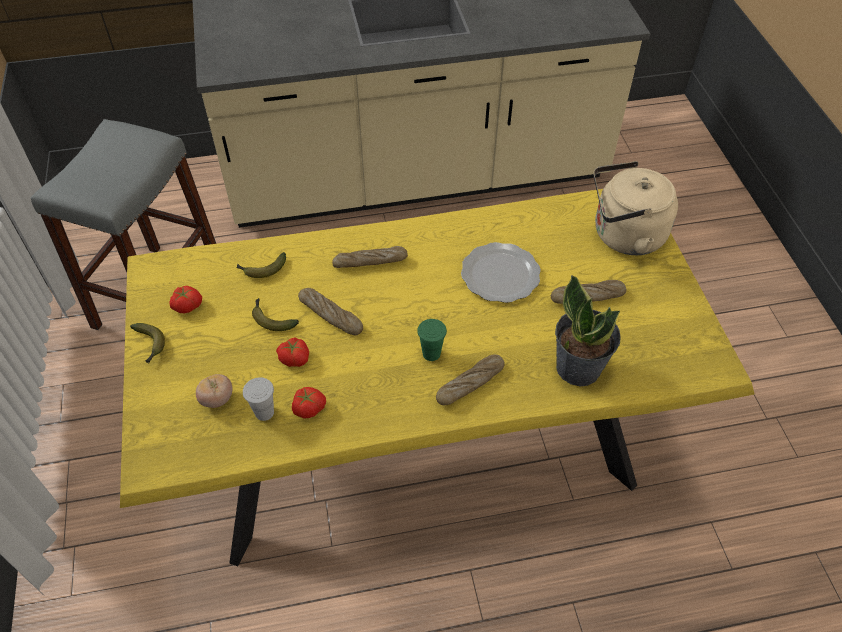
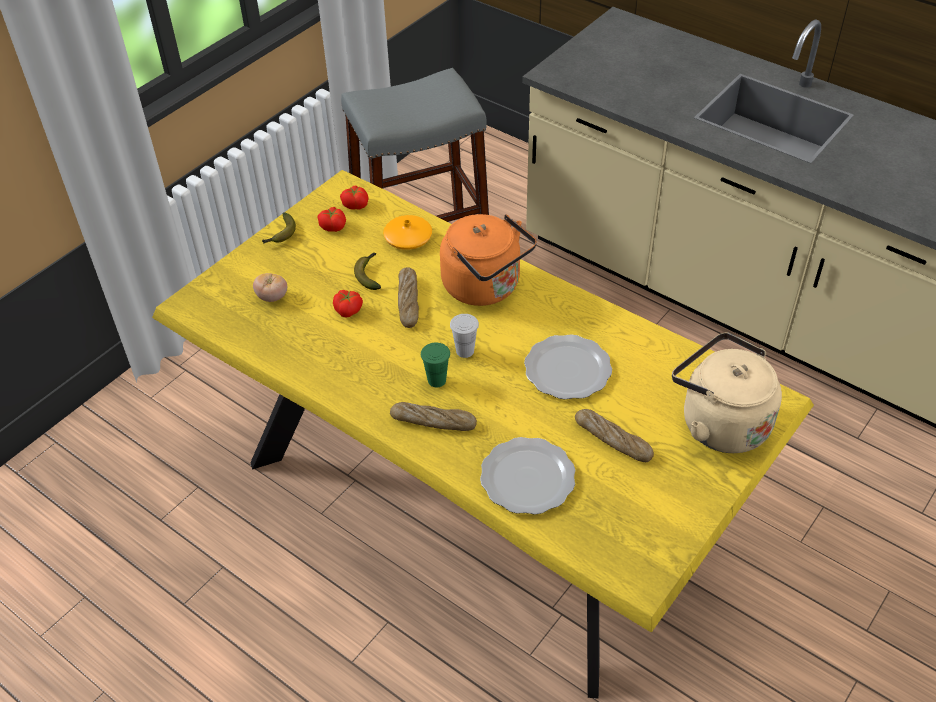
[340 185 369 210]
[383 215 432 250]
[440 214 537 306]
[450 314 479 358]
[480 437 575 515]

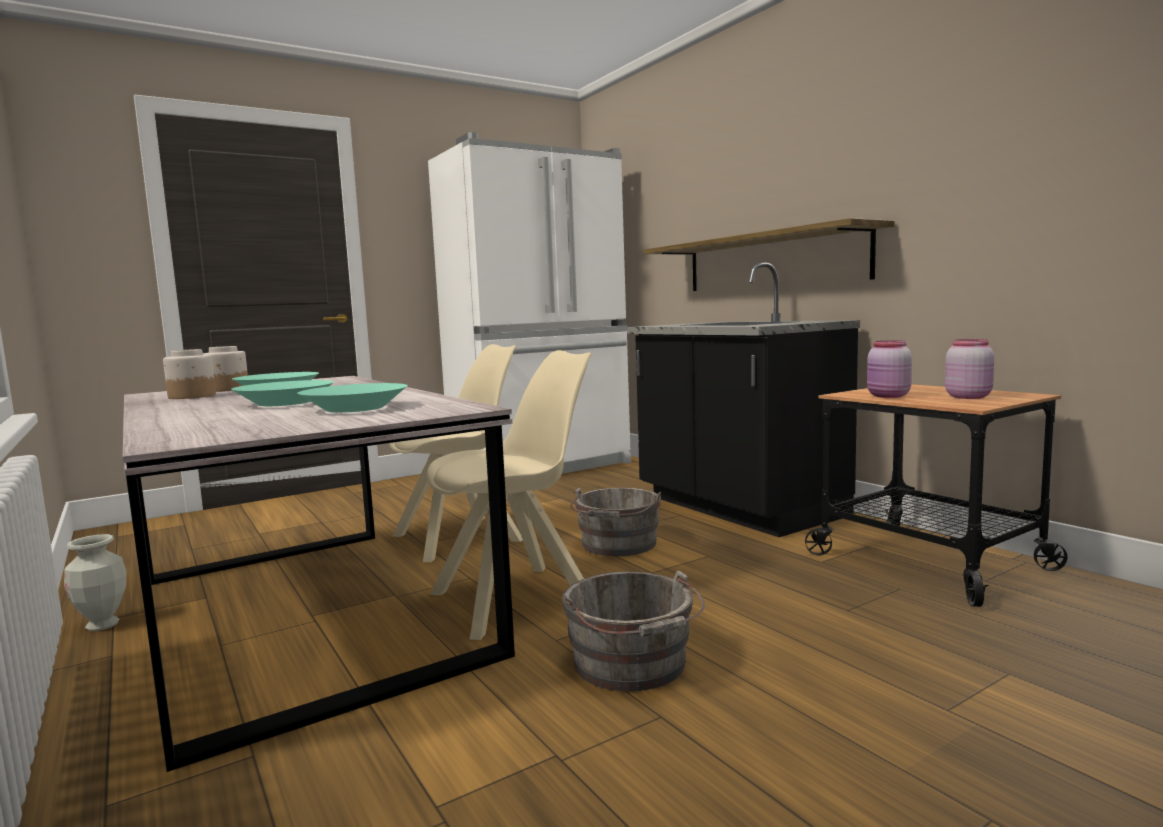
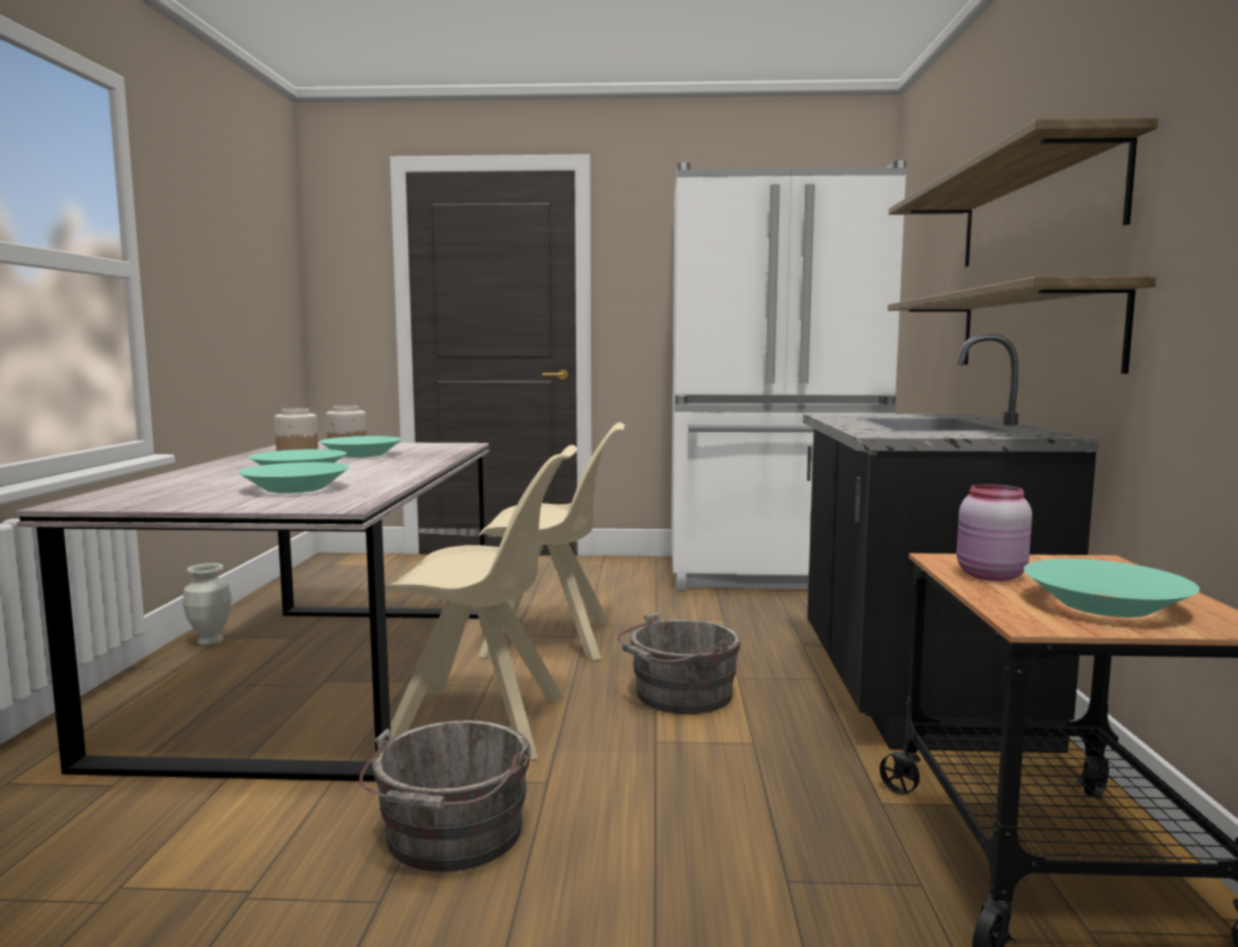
[889 118 1158 267]
[1024 559 1200 617]

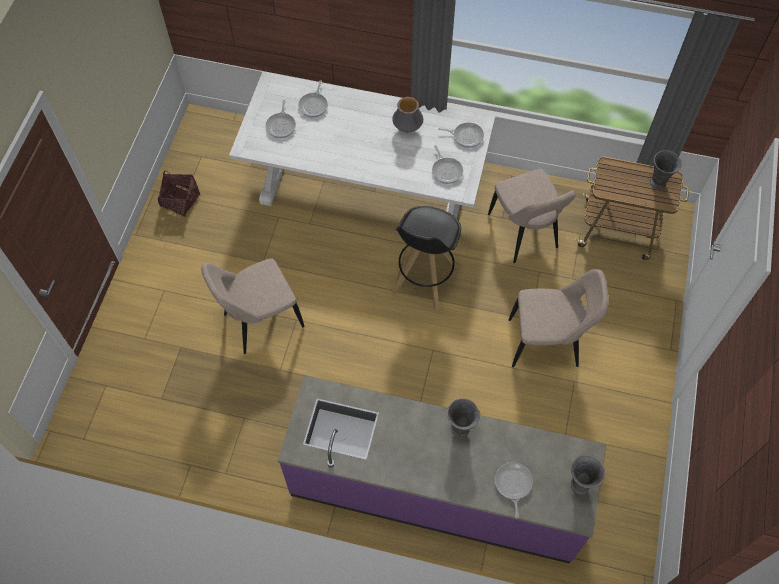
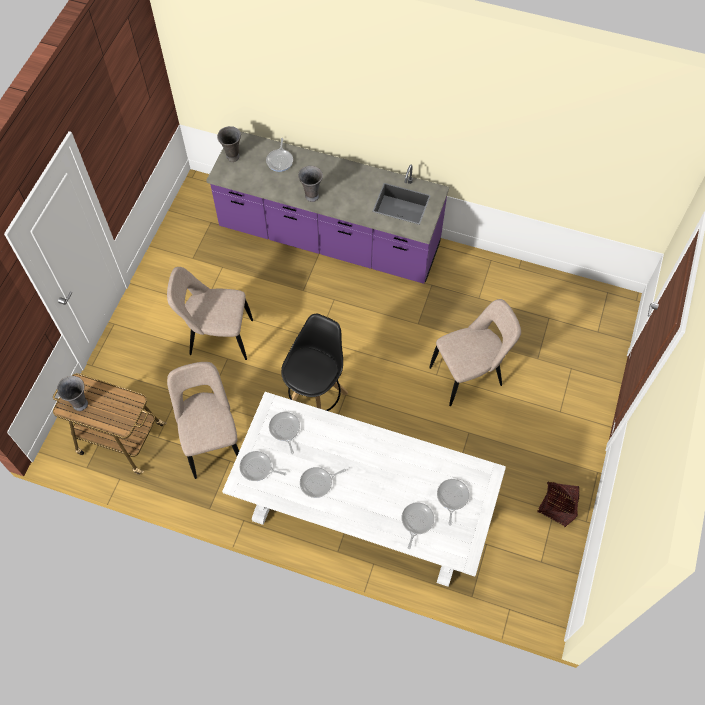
[300 467 346 498]

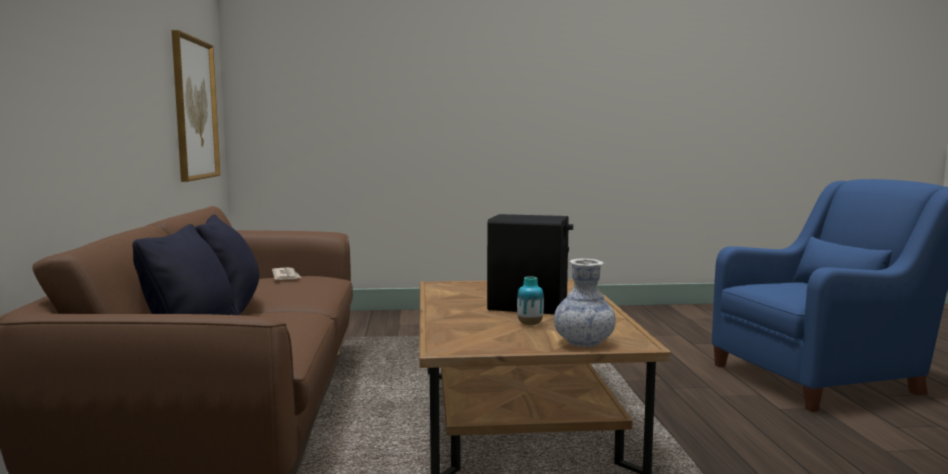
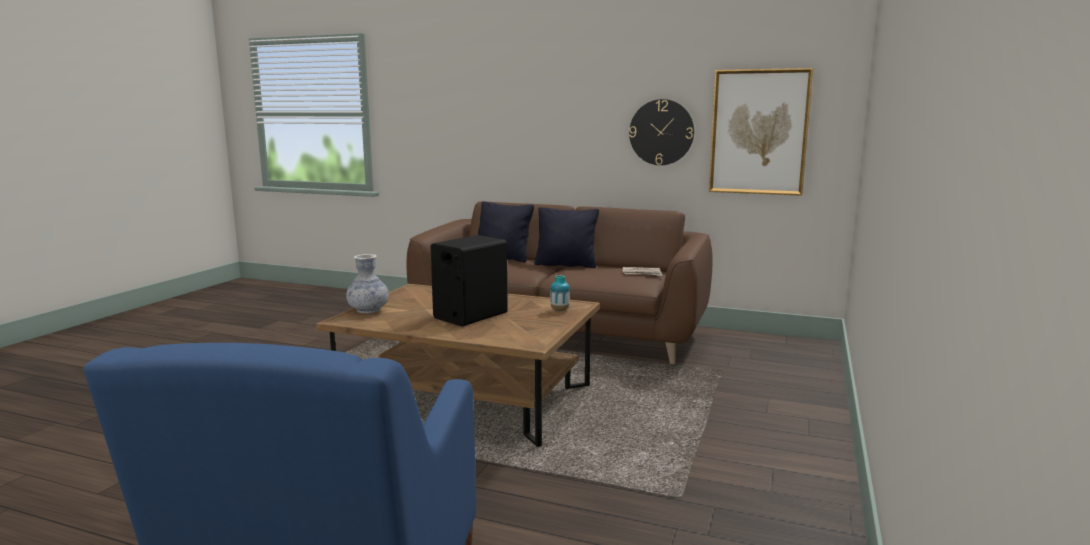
[550 275 570 311]
[629 99 694 165]

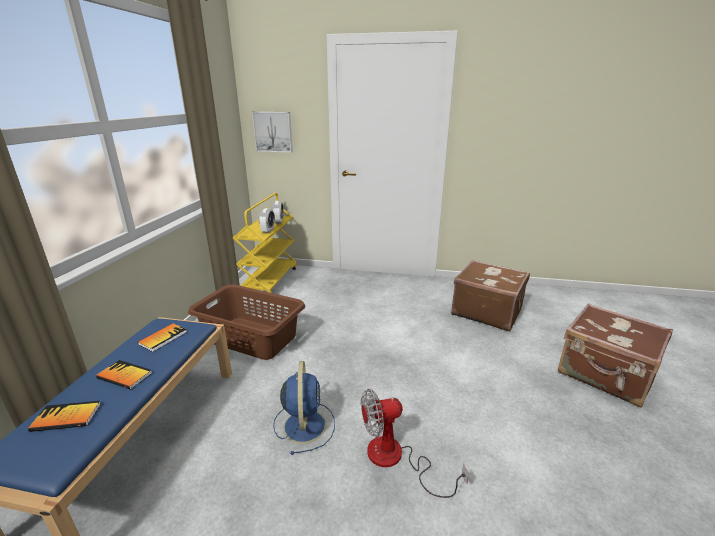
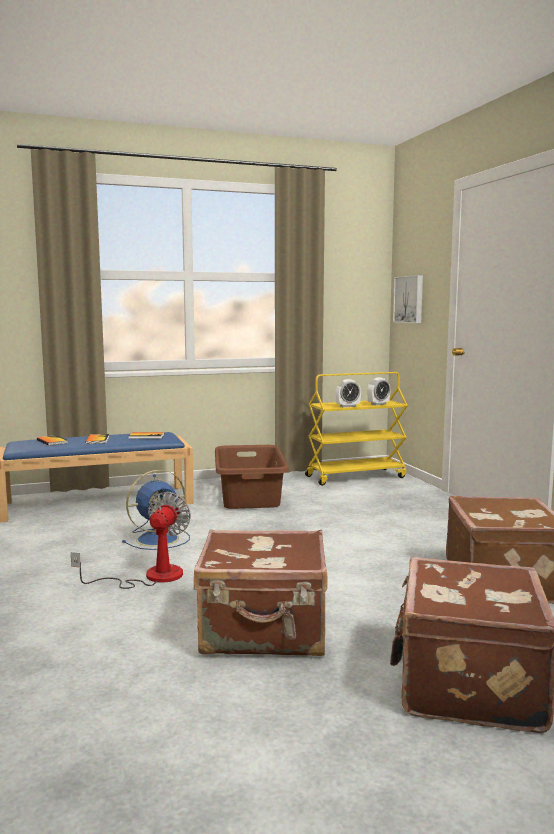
[71 492 191 589]
[194 529 328 656]

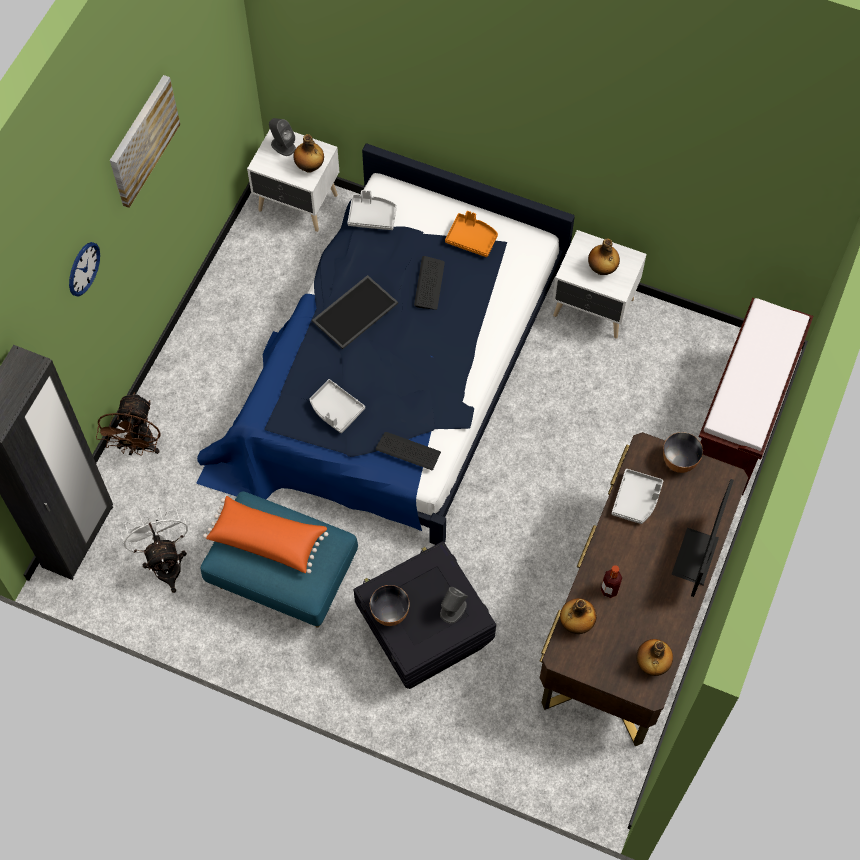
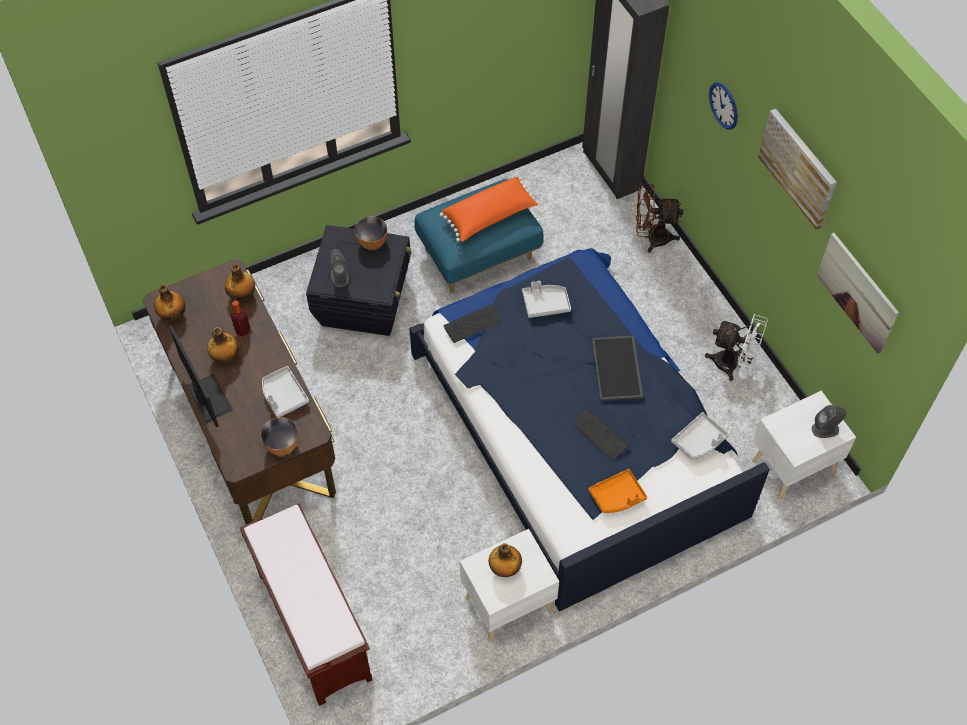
[207 327 239 363]
[636 184 684 253]
[705 314 768 381]
[817 233 899 354]

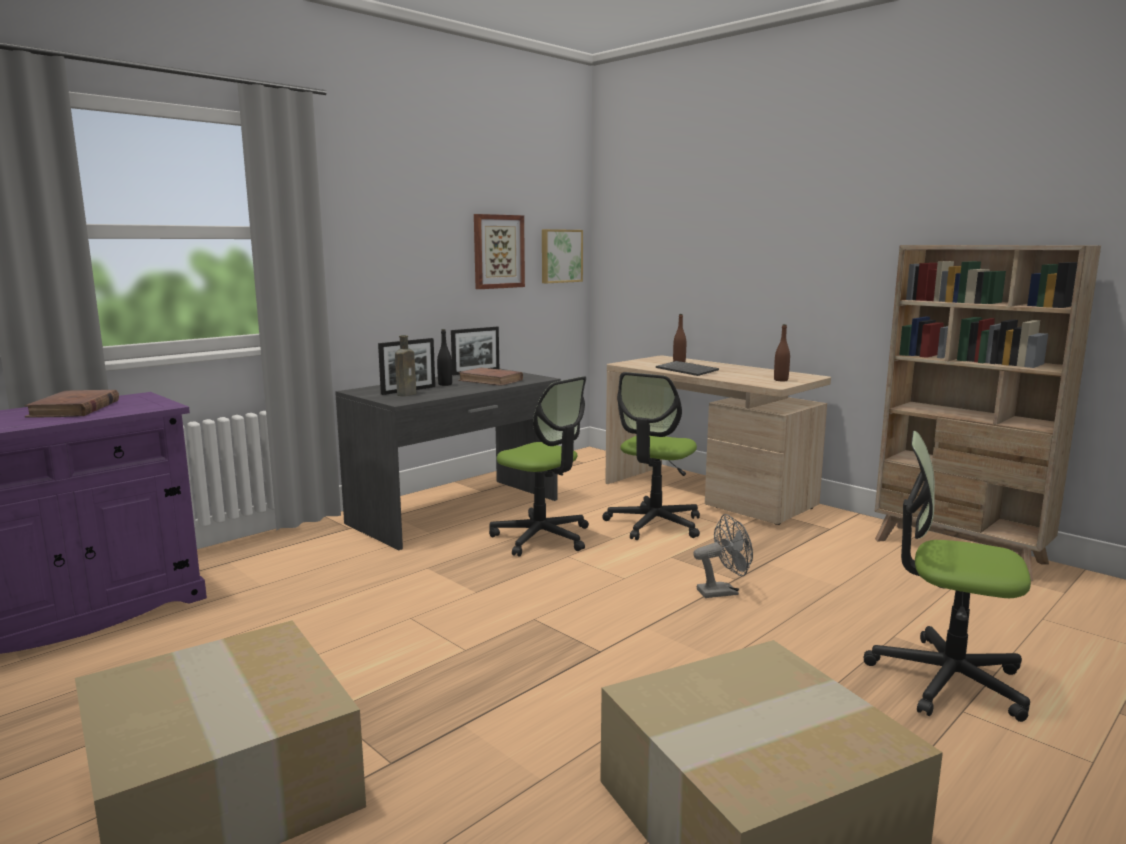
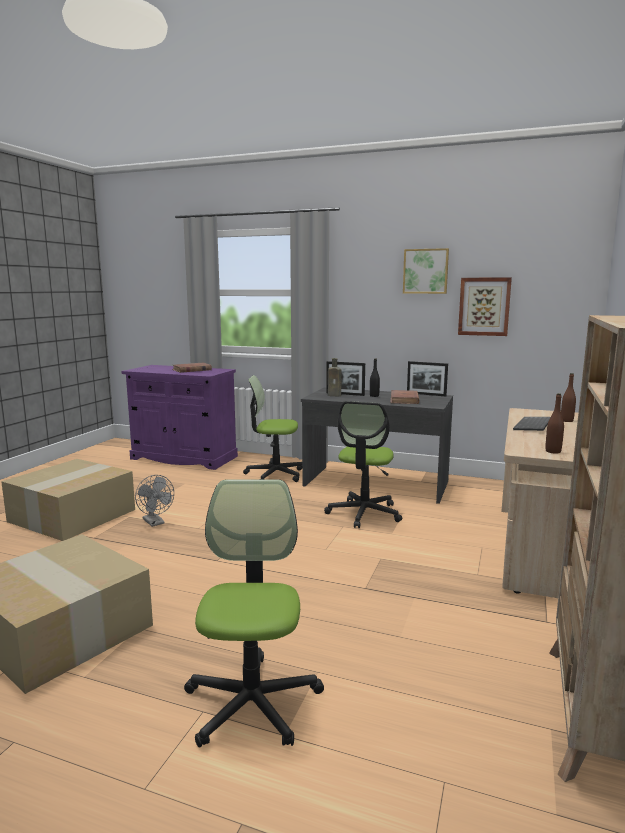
[135 475 174 527]
[243 375 302 482]
[403 248 449 294]

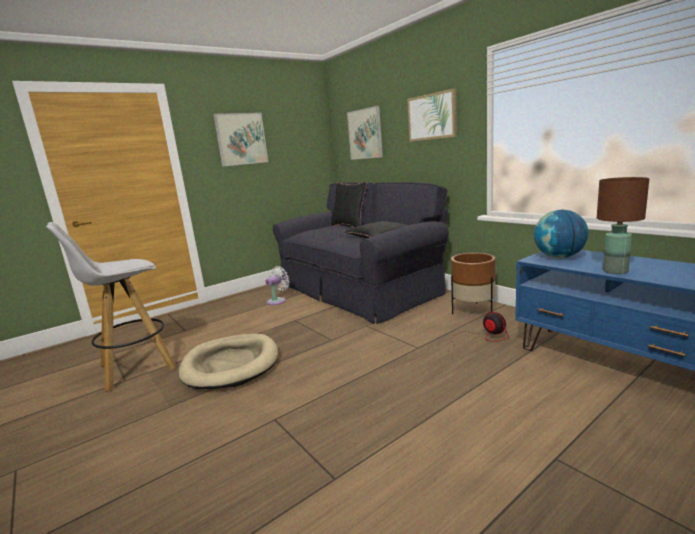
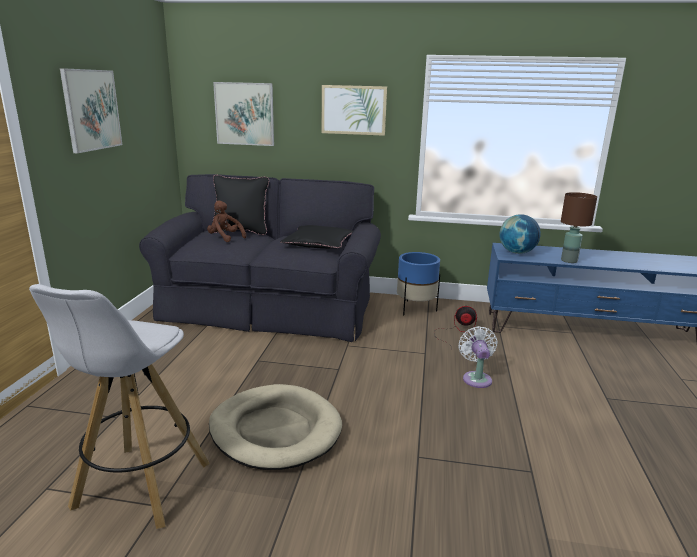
[207 201 246 242]
[397 252 440 316]
[458 326 498 388]

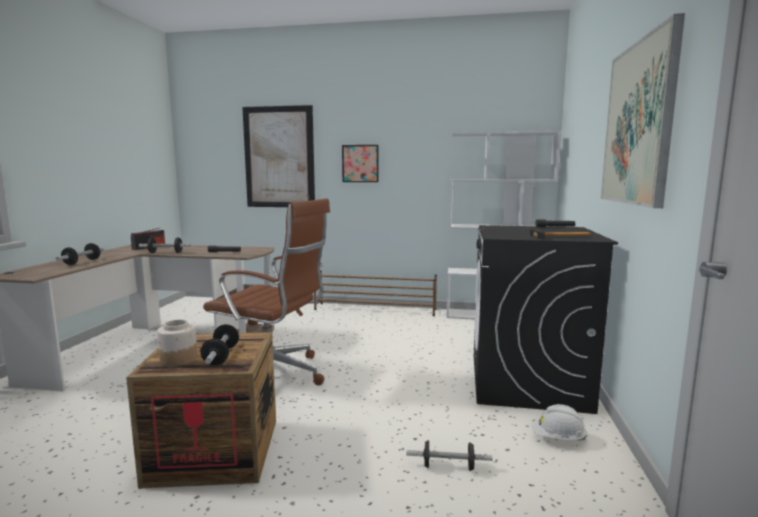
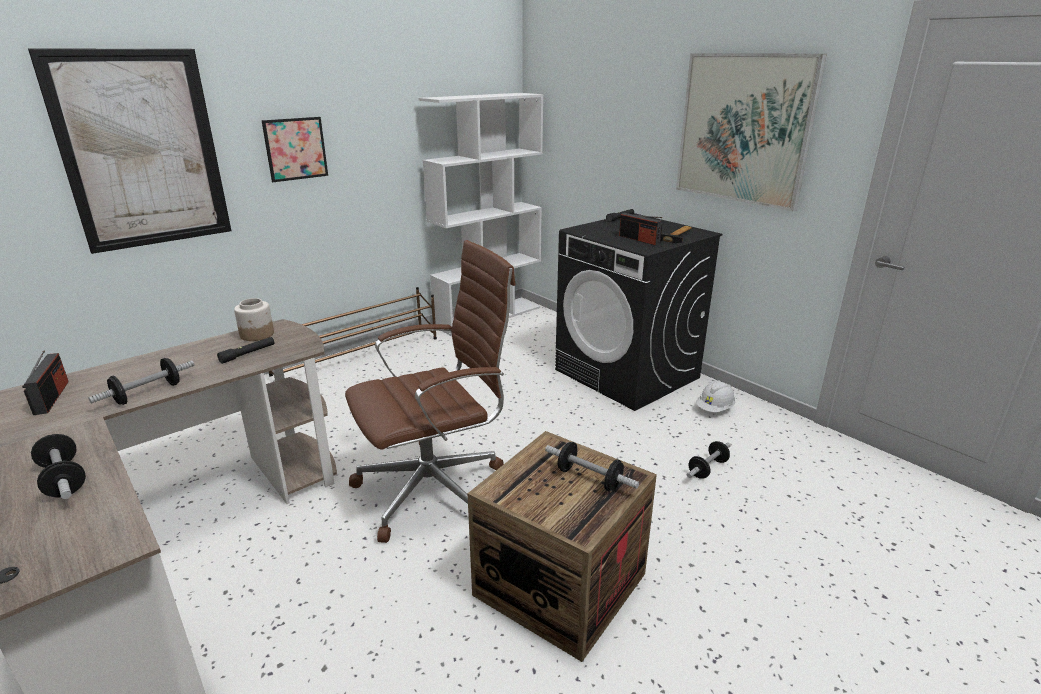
[234 298 274 341]
[619 213 662 245]

